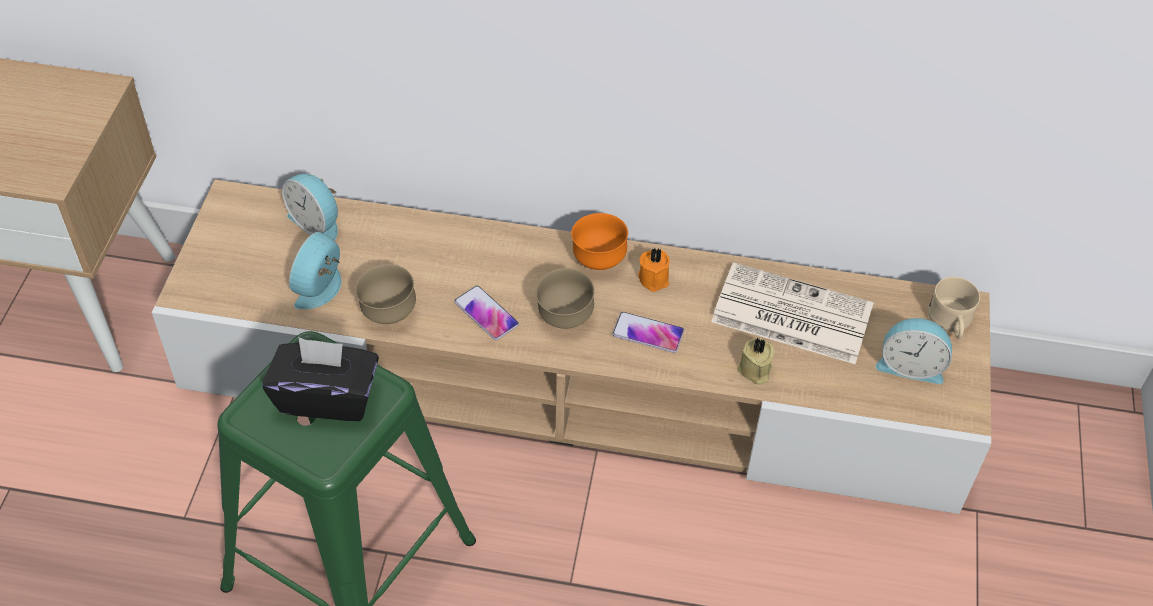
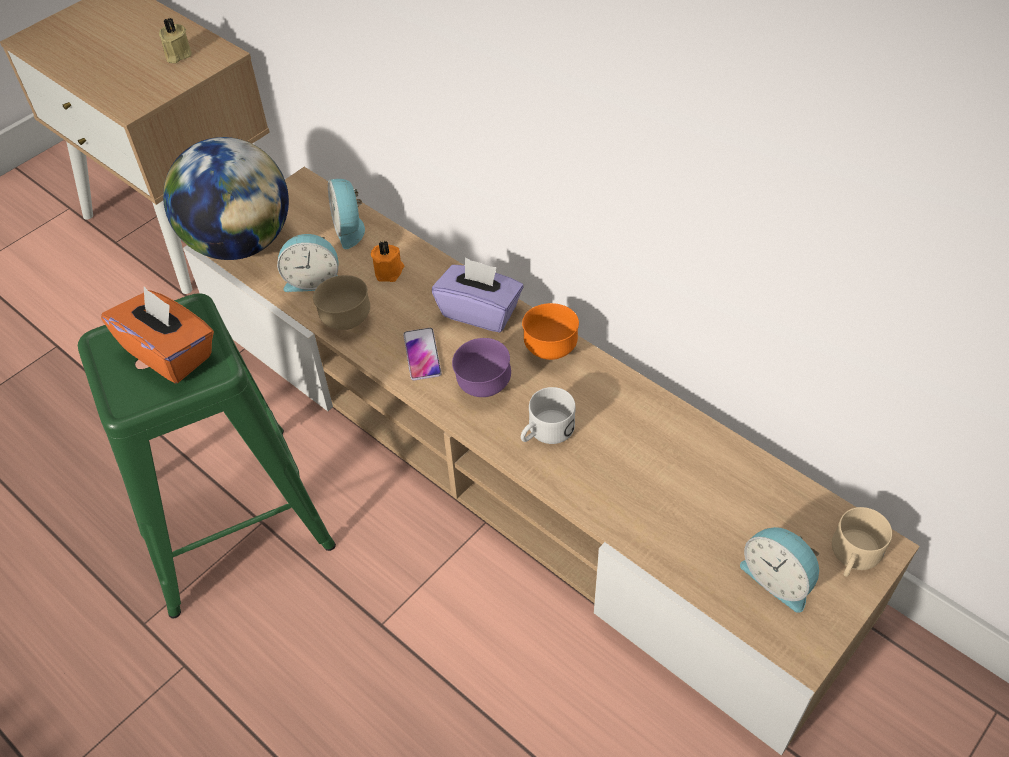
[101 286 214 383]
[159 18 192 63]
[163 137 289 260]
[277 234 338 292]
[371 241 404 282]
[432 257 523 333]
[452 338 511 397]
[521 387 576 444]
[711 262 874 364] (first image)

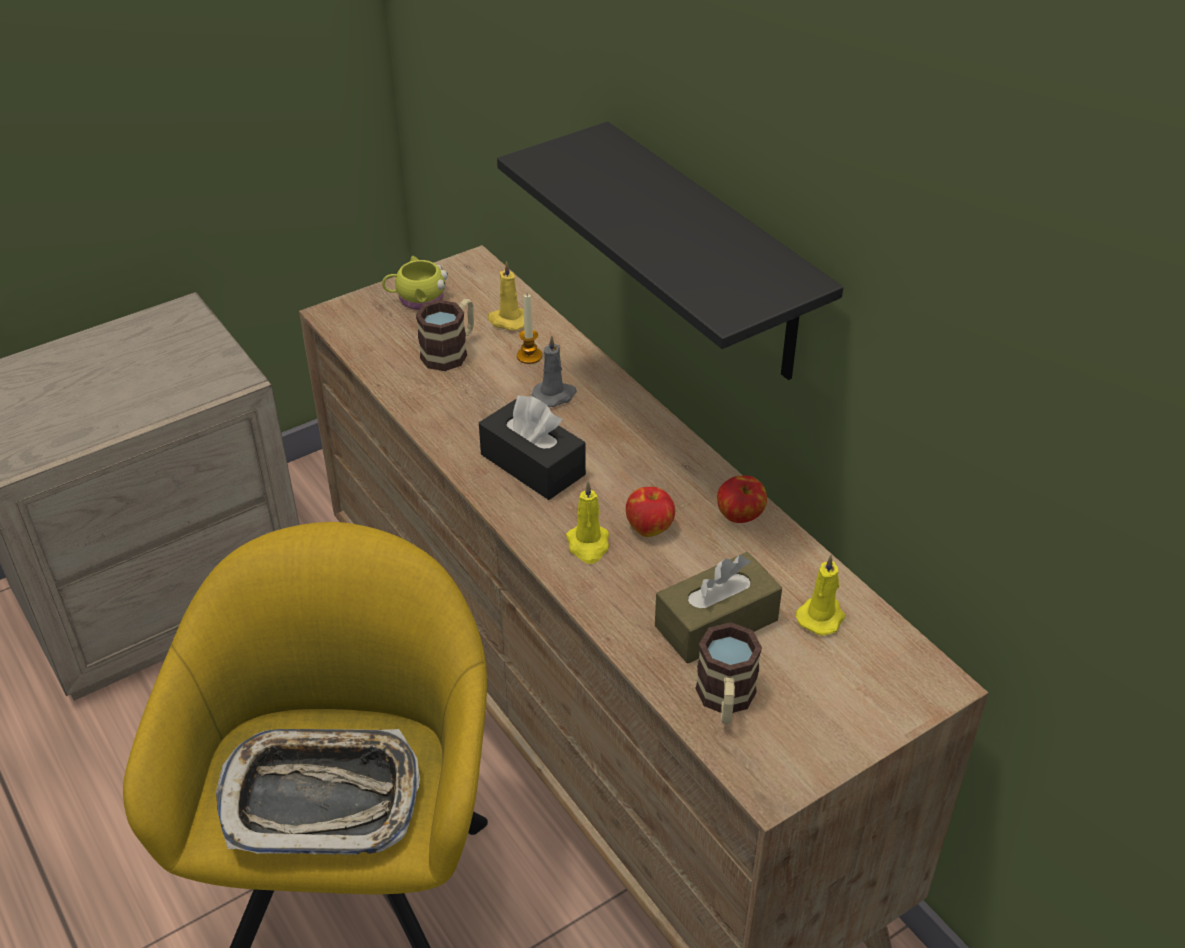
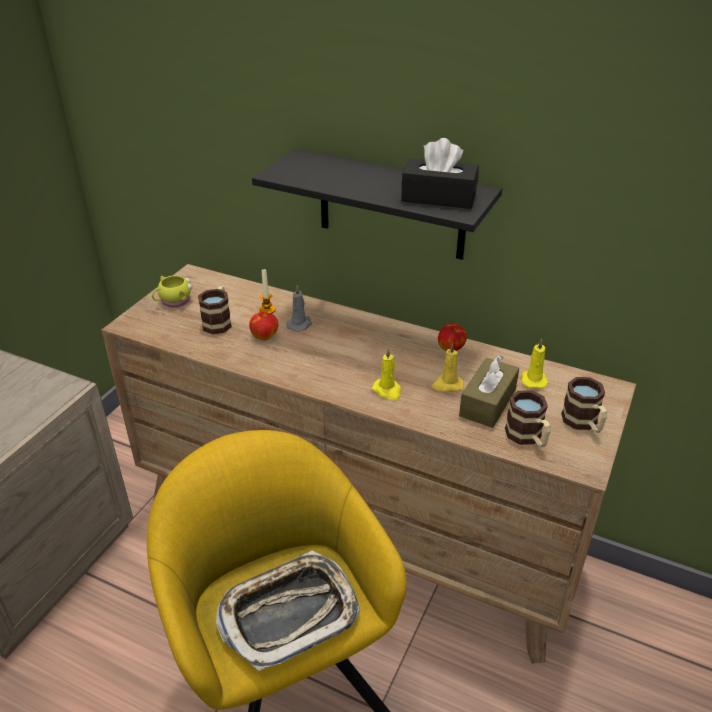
[249 312 278 340]
[401 138 479 209]
[431 343 464 392]
[561 377 607 433]

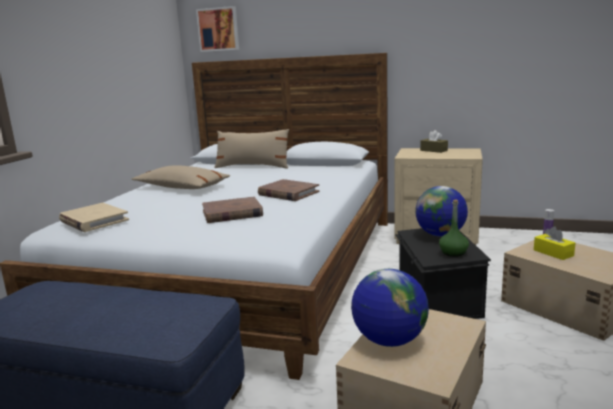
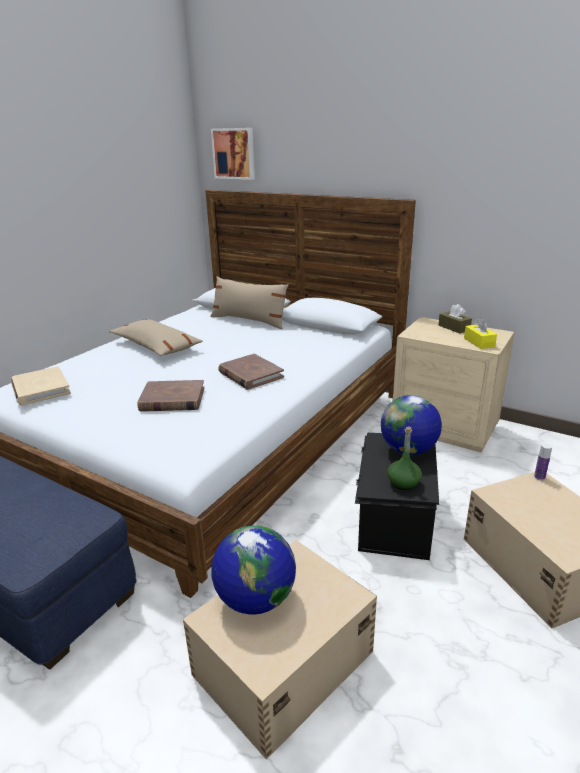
[464 317 497 349]

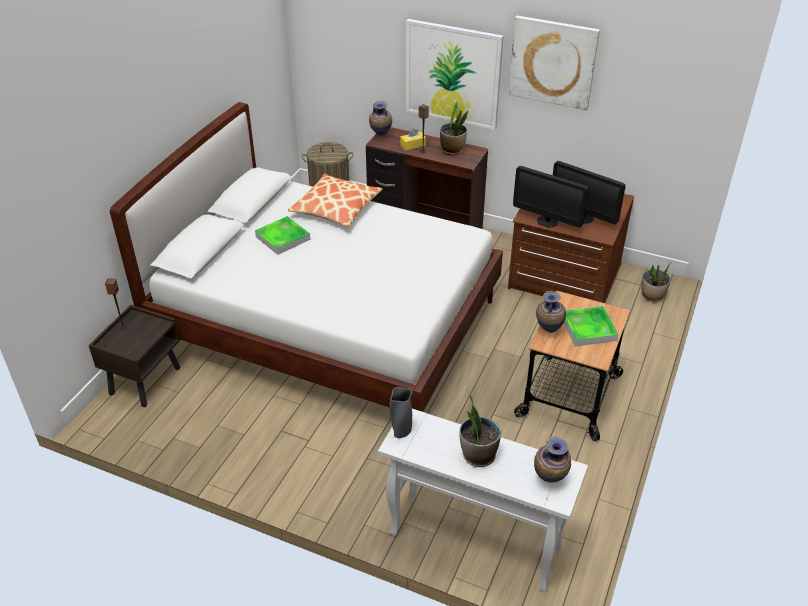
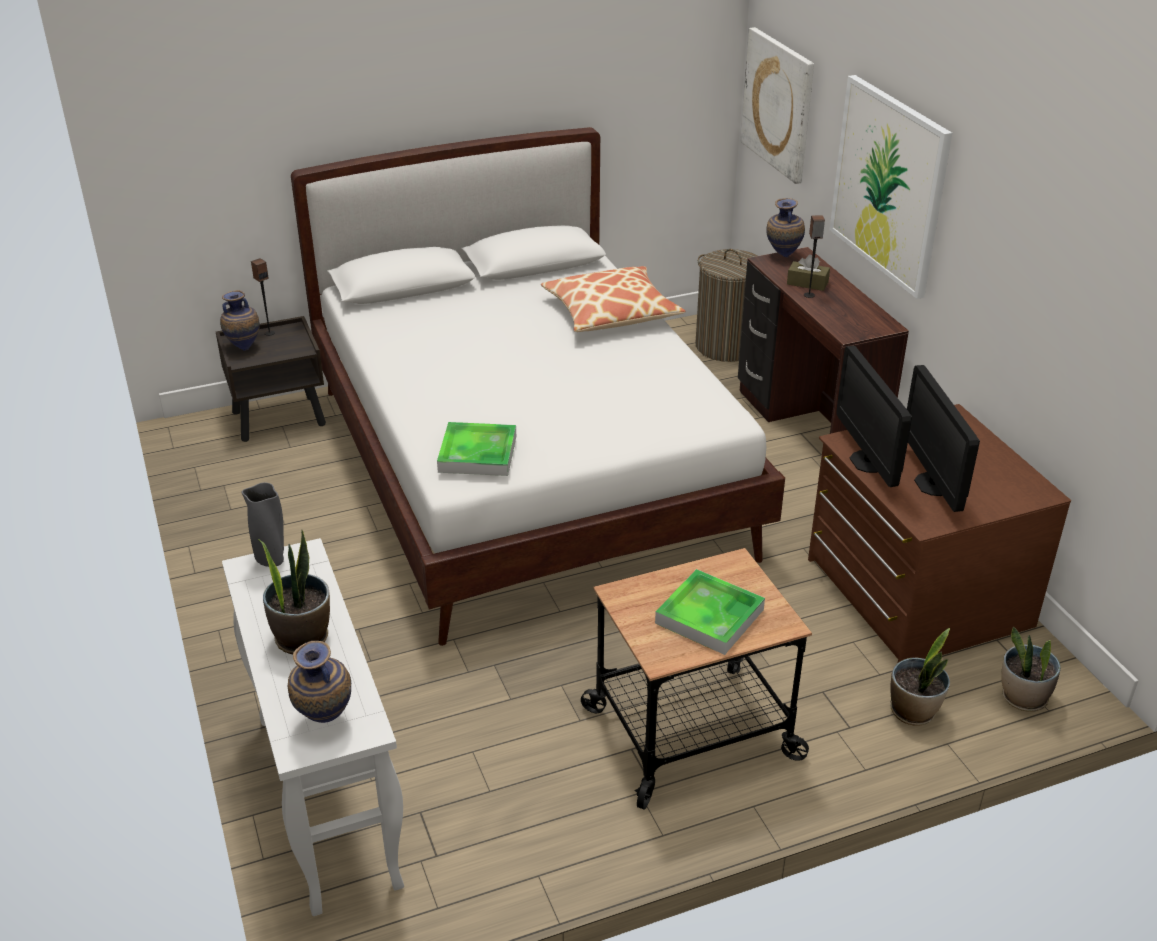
[220 290 259 351]
[437 422 516 476]
[741 27 814 184]
[787 254 830 291]
[890 628 950 726]

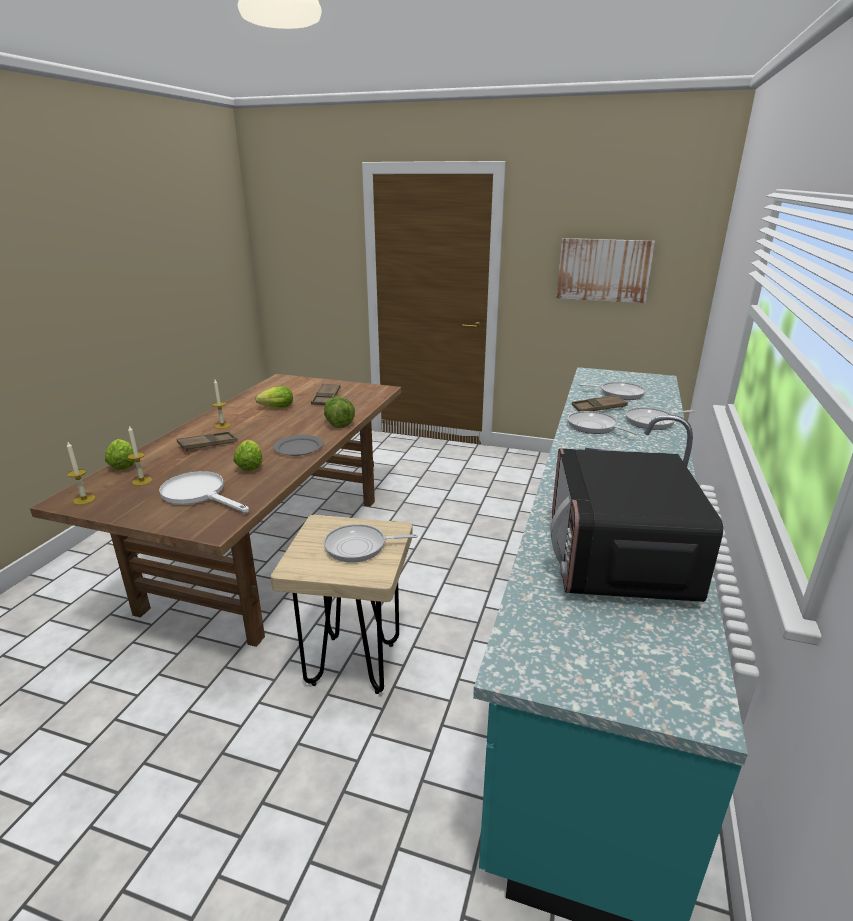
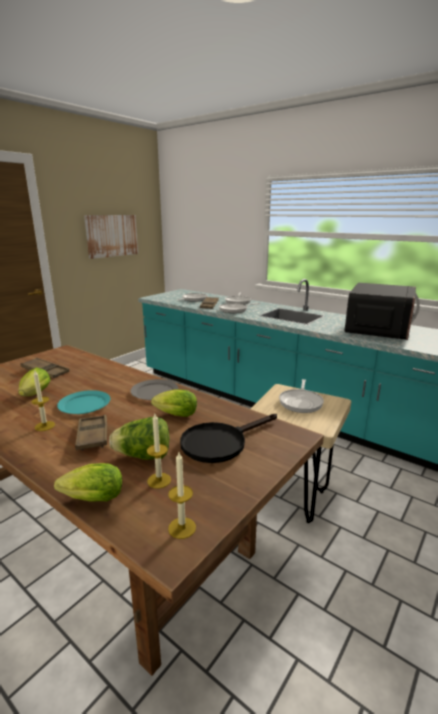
[57 390 110 414]
[109 417 169 460]
[180 414 277 463]
[345 283 419 340]

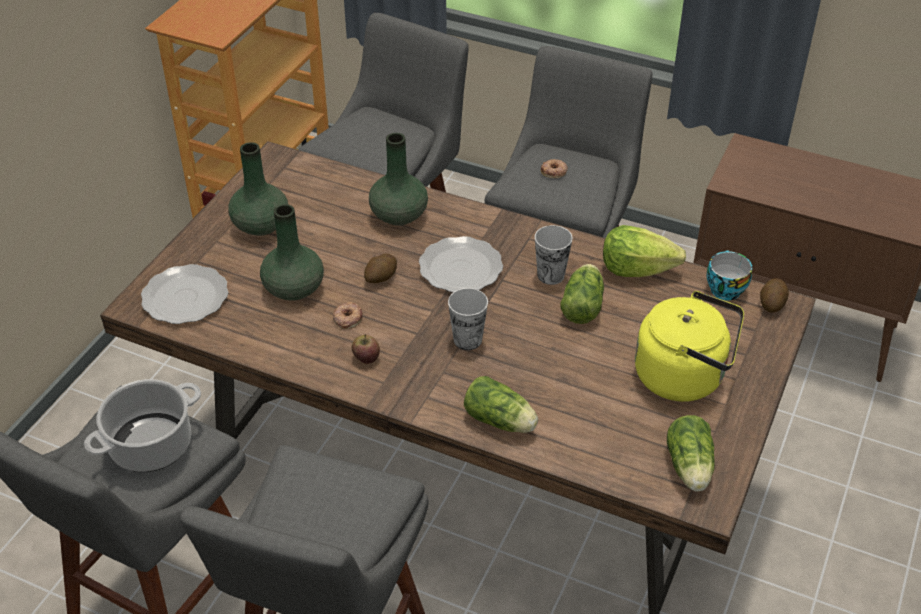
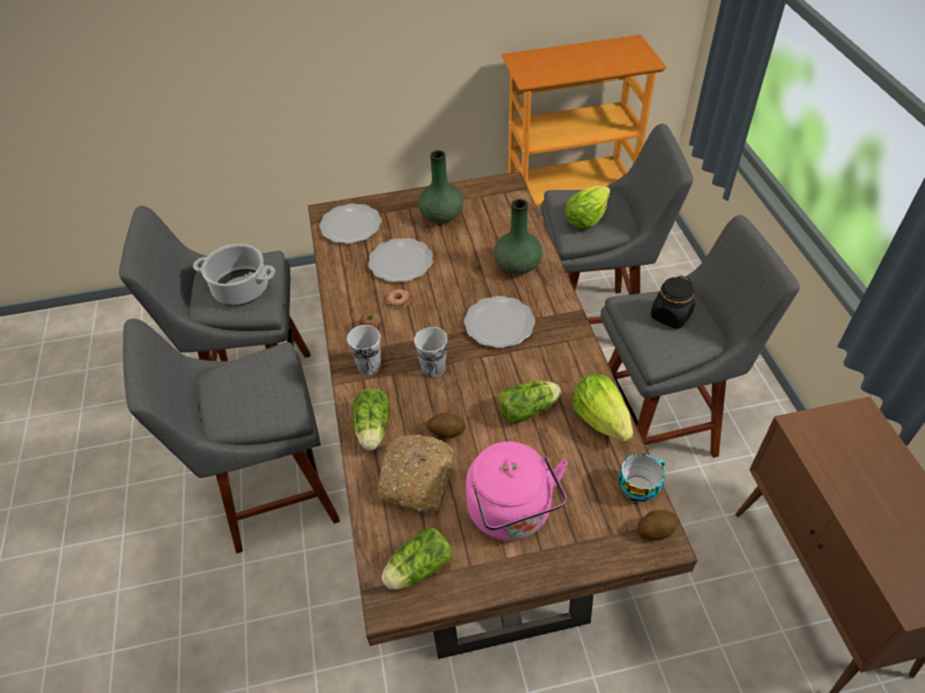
[347 325 381 375]
[368 238 433 282]
[378 435 453 512]
[426 412 466 438]
[466 441 568 541]
[565 186 610 229]
[651 276 695 329]

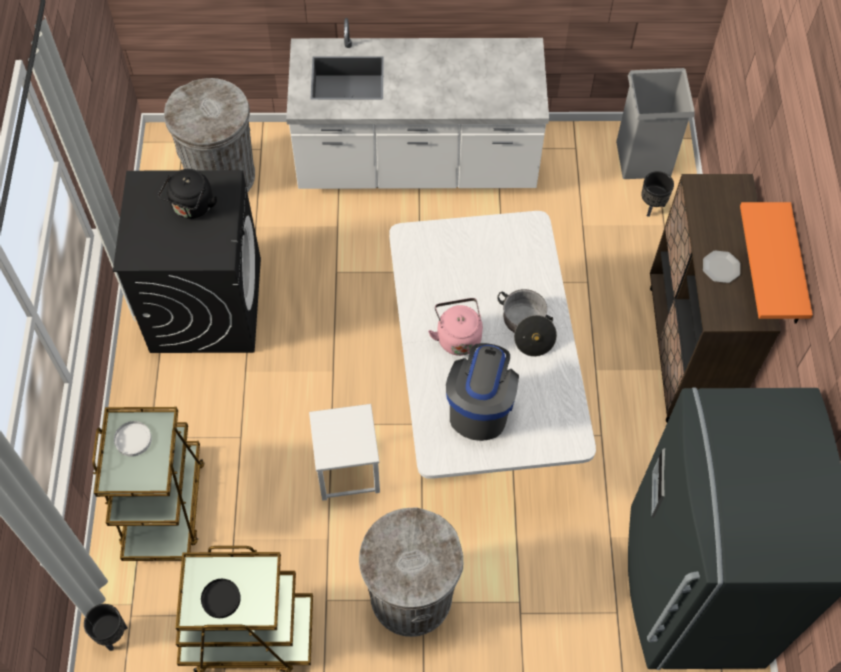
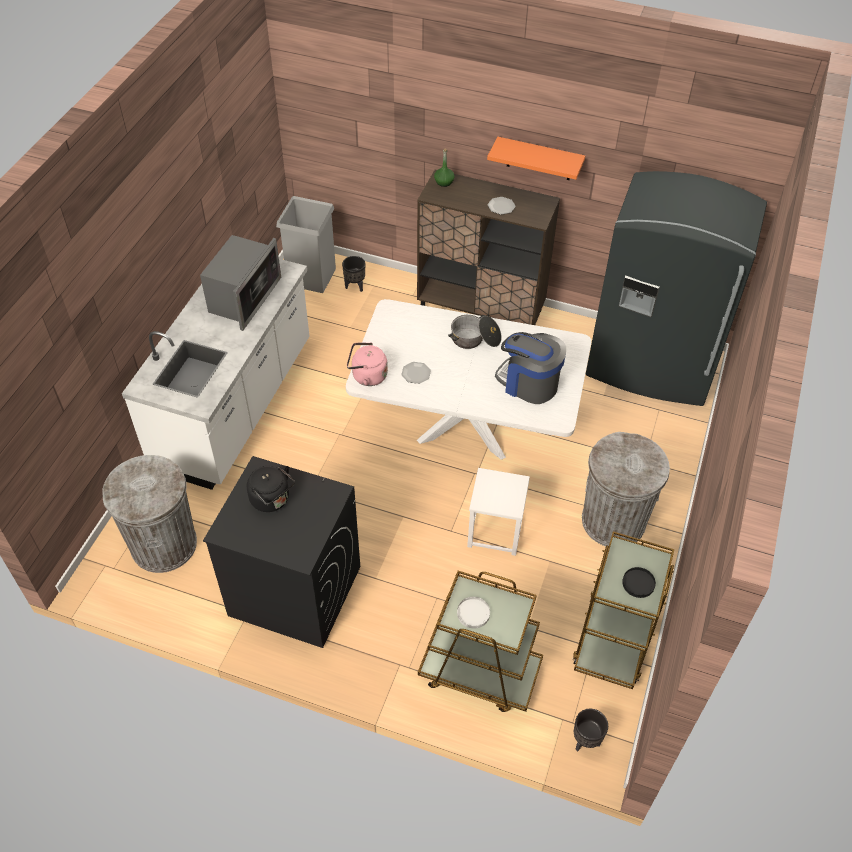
[200 235 281 331]
[347 342 388 386]
[401 362 431 384]
[434 149 455 187]

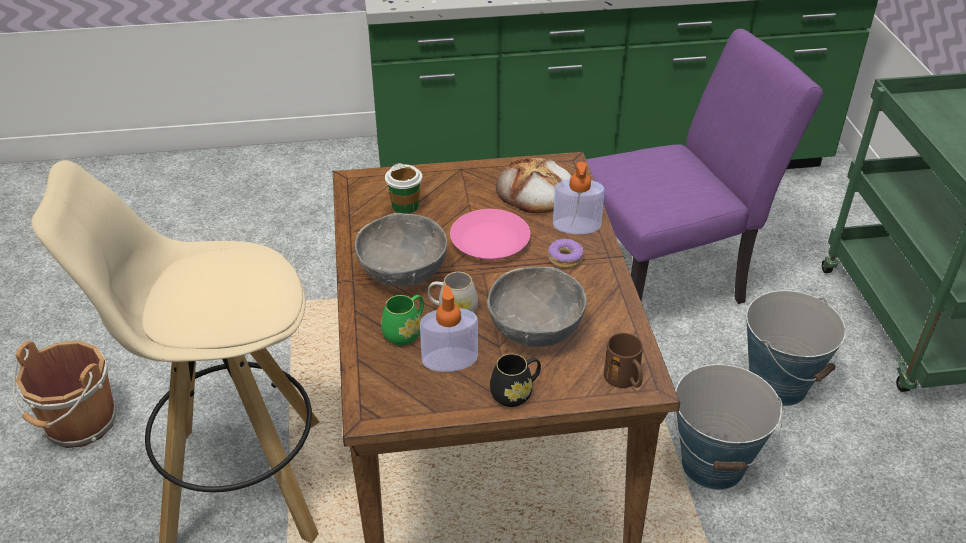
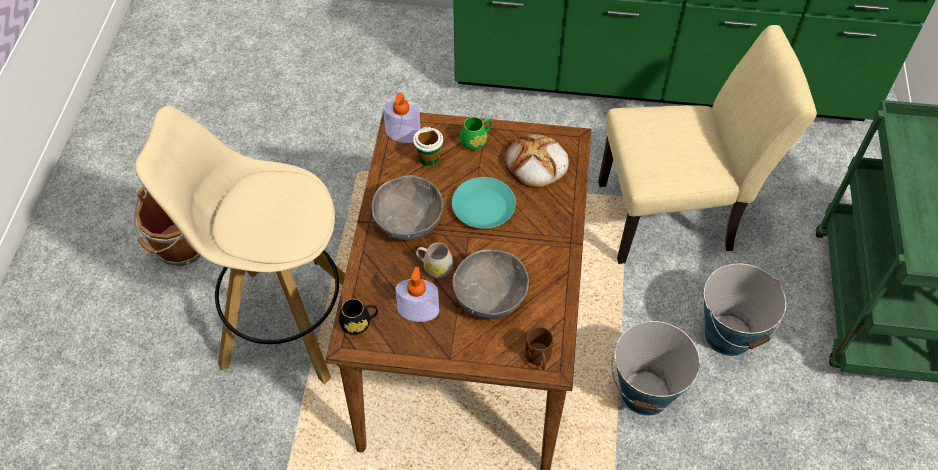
[339 299 378 335]
[383 93 421 143]
[452 177 516 229]
[460 117 492 150]
[598 25 817 264]
[548 239 584 268] (first image)

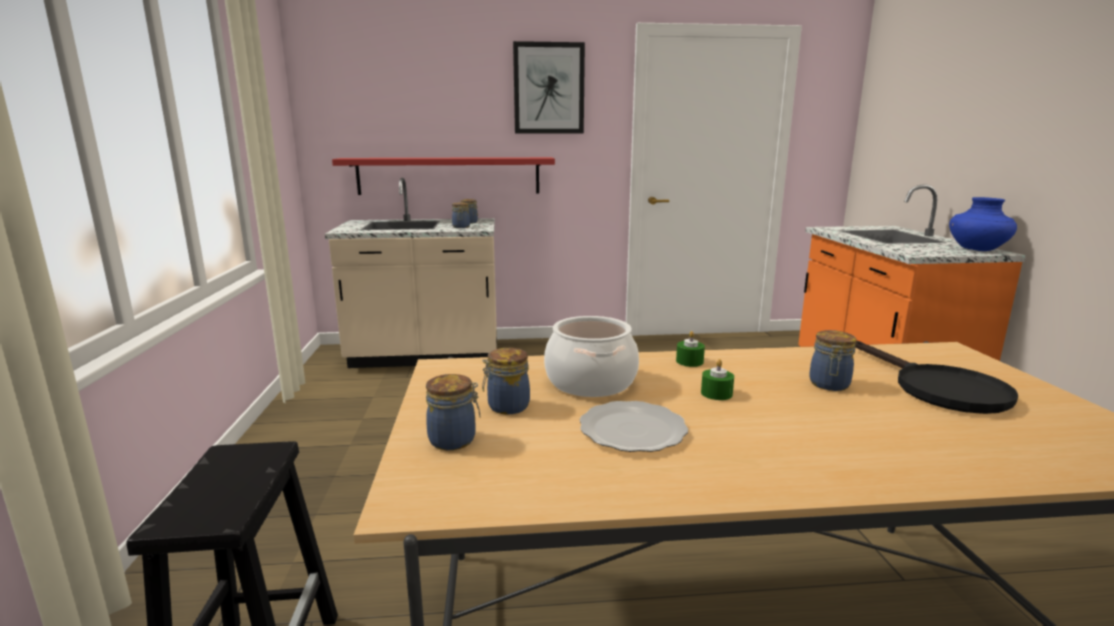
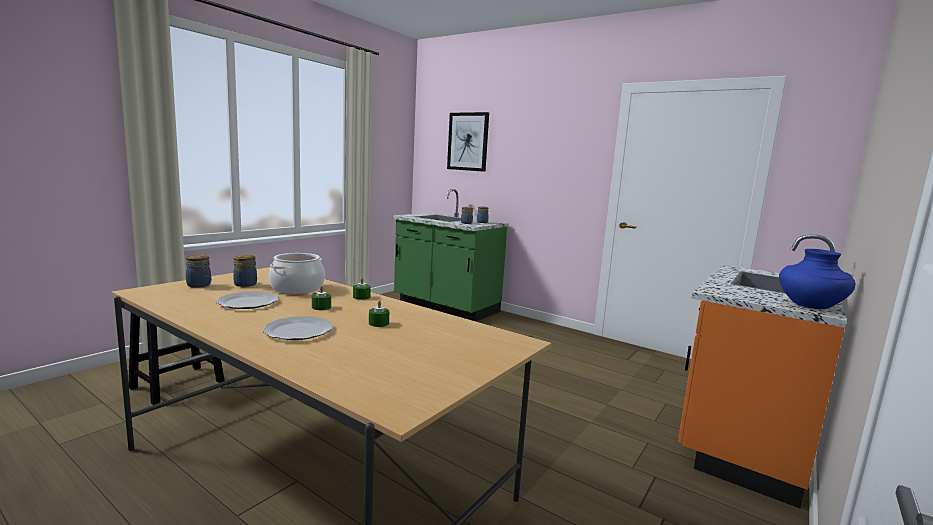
[263 316 333 340]
[369 300 389 327]
[393 189 508 321]
[447 112 489 172]
[332 157 555 195] (first image)
[855 340 1018 414] (first image)

